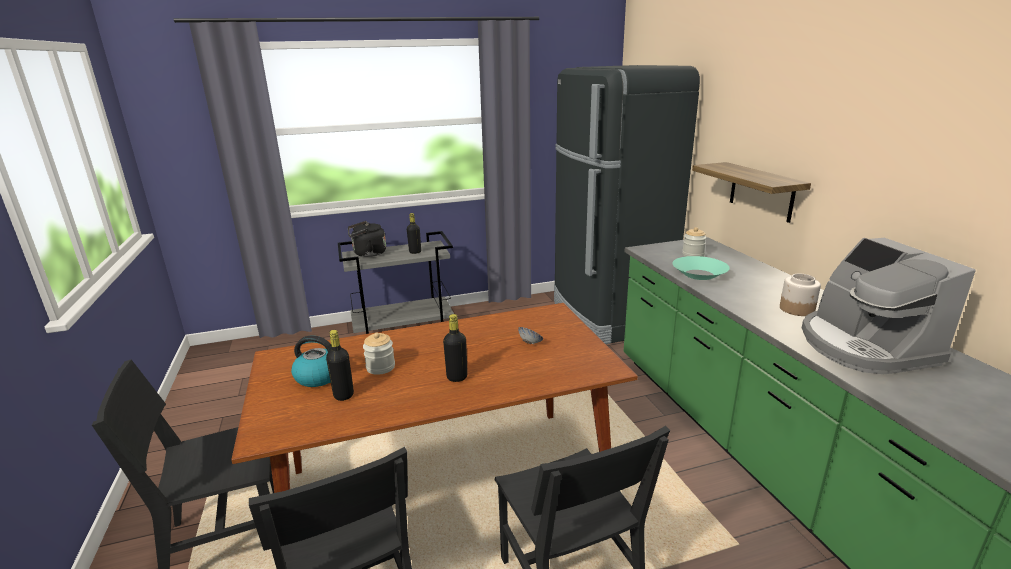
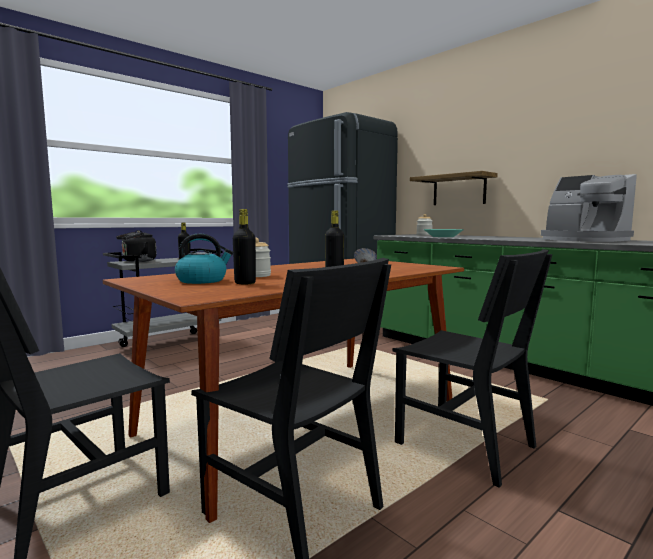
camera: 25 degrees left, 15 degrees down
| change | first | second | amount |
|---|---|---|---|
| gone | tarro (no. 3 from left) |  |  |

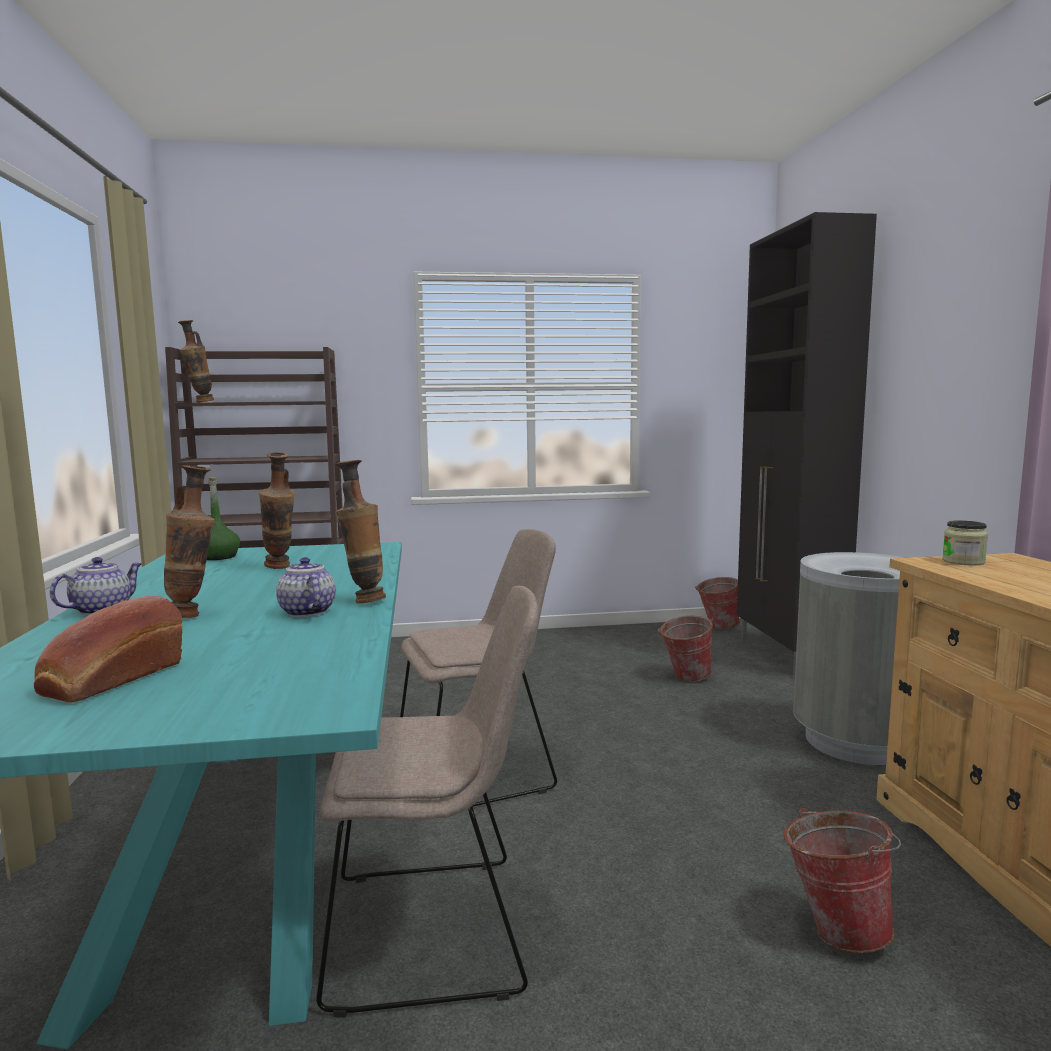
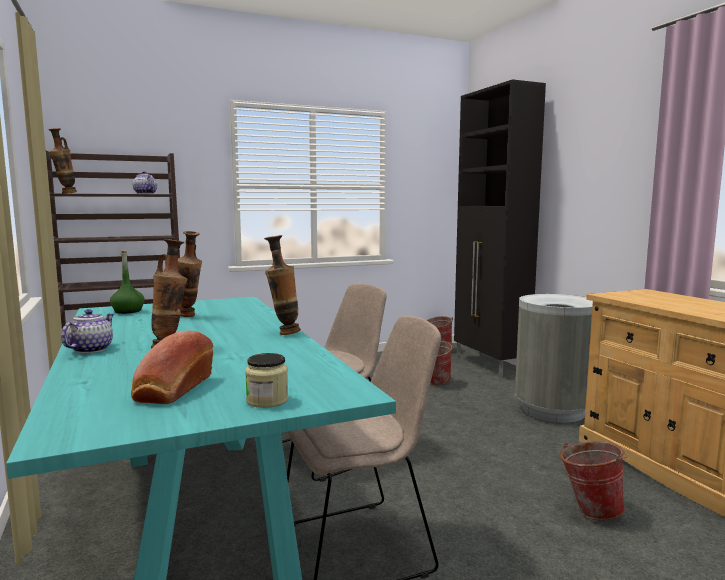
camera: 15 degrees left, 0 degrees up
| change | first | second | amount |
|---|---|---|---|
| shifted | tarro |  |  |
| shifted | tetera (no. 2 from left) |  |  |

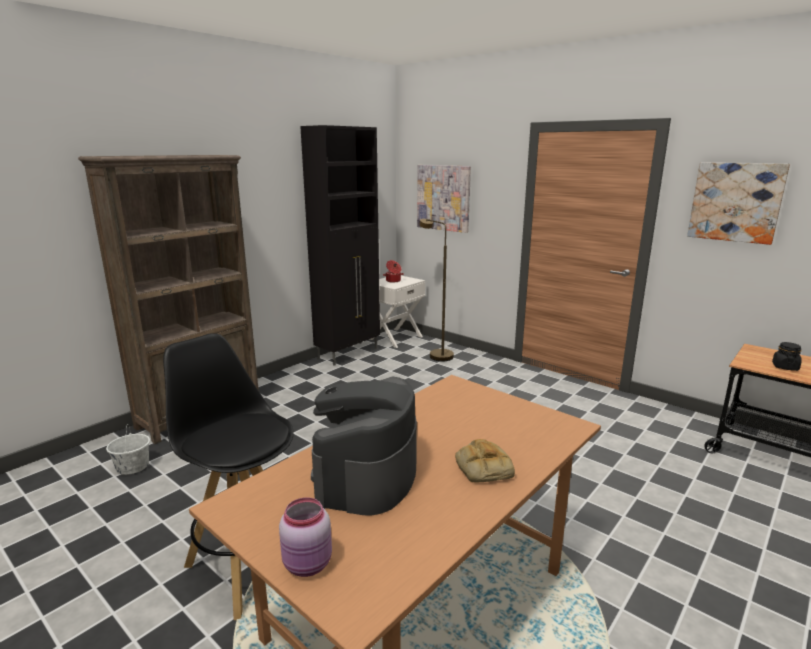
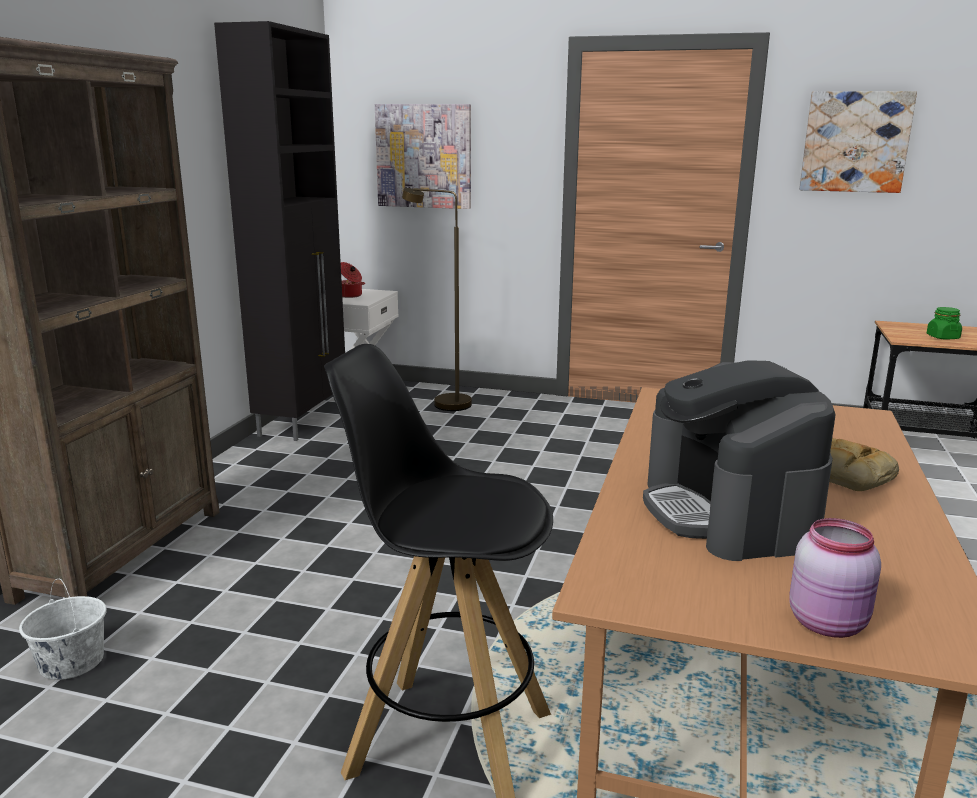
camera: 25 degrees left, 0 degrees up
| change | first | second | amount |
|---|---|---|---|
| repainted | tarro [negro] | tarro [verde] |  |

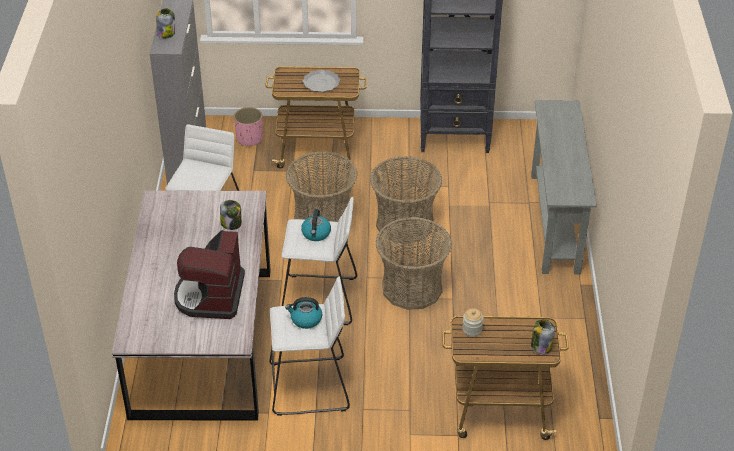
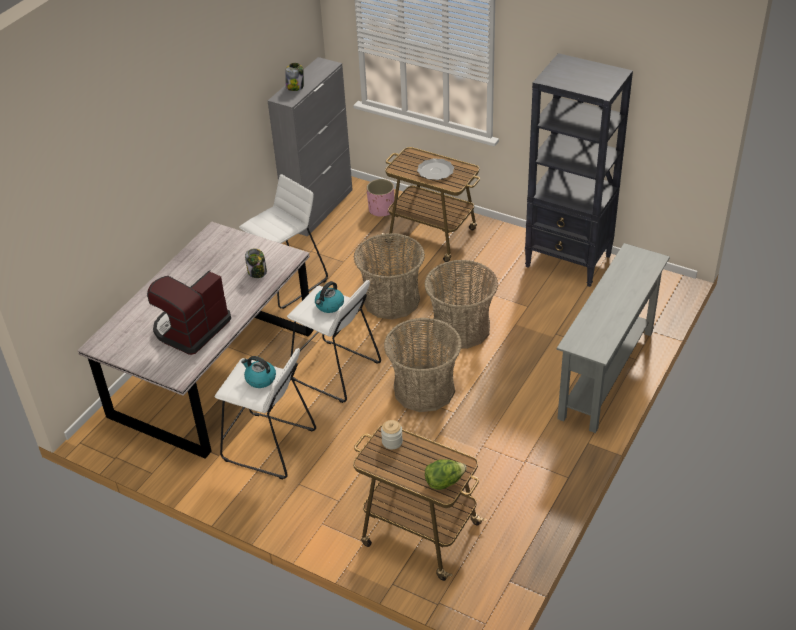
camera: 30 degrees right, 0 degrees up
| change | first | second | amount |
|---|---|---|---|
| swapped | tarro (no. 4 from left) | lechuga |  |

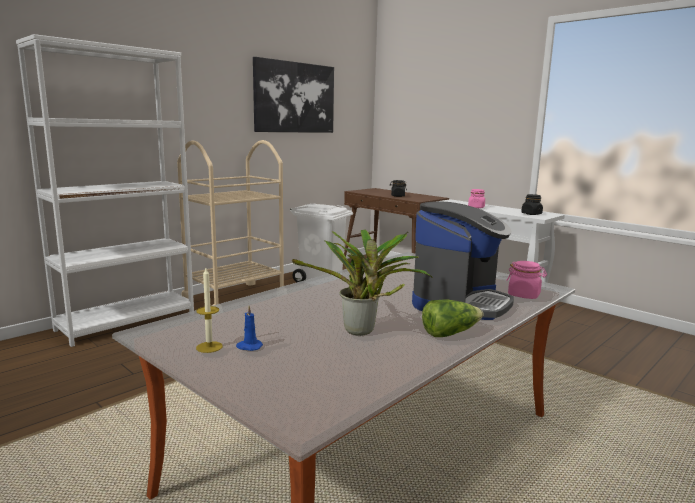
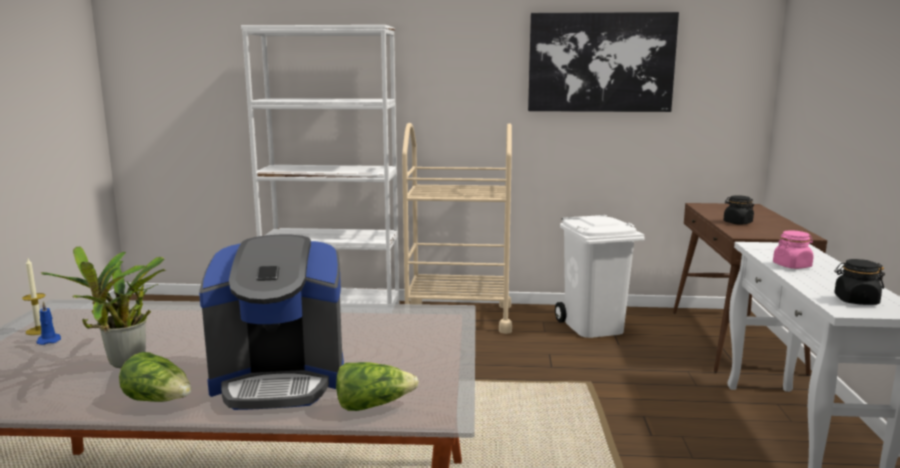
camera: 50 degrees right, 0 degrees up
| change | first | second | amount |
|---|---|---|---|
| swapped | tarro [rosa] (no. 2 from left) | lechuga (no. 2 from left) |  |

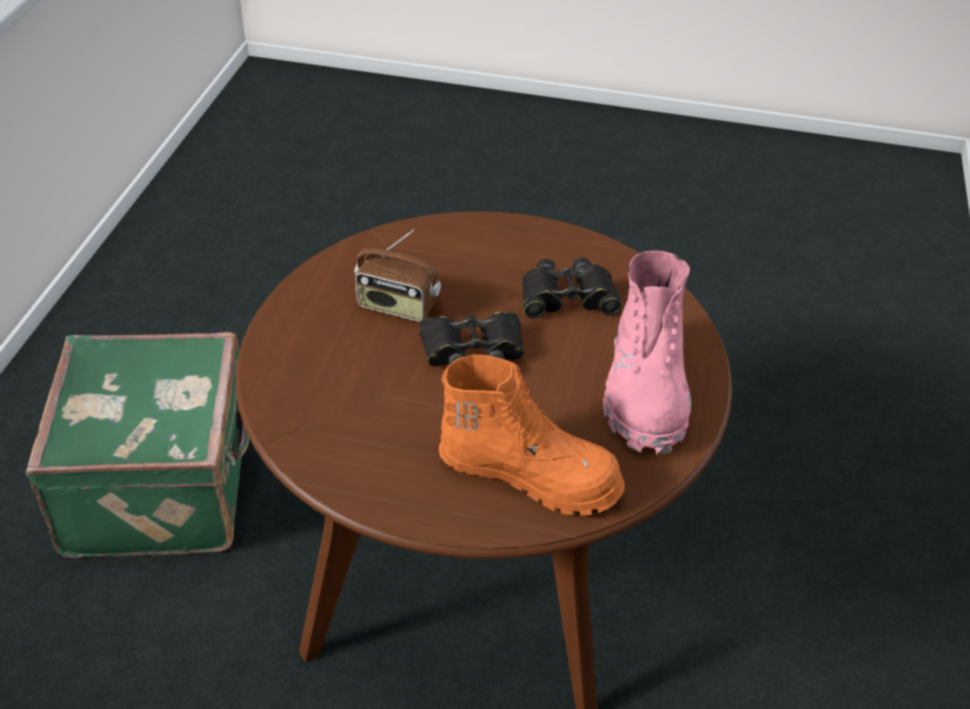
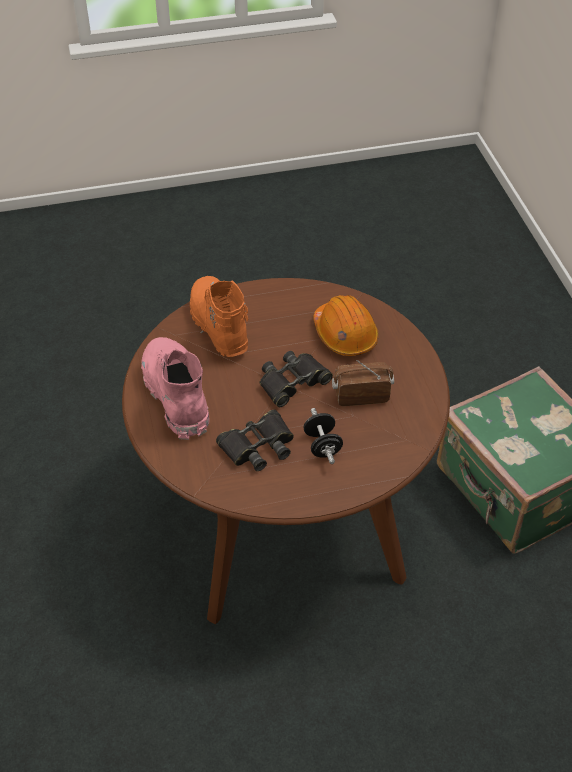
camera: 155 degrees right, 5 degrees up
| change | first | second | amount |
|---|---|---|---|
| rotated | bota [naranja] |  | 75 degrees clockwise |
| new |  | casco [naranja] |  |
| new |  | mancuerna [negro] |  |

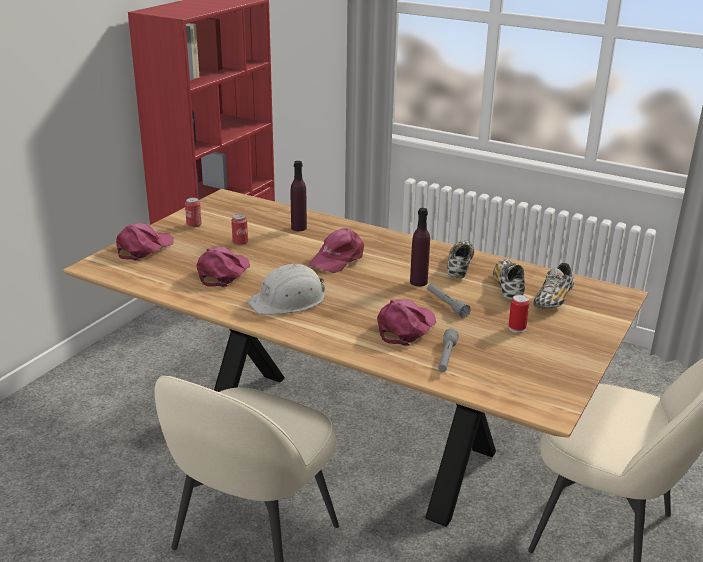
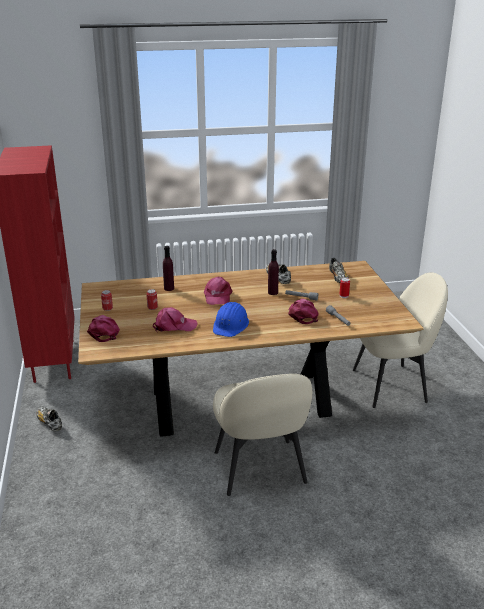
camera: 40 degrees left, 0 degrees up
| change | first | second | amount |
|---|---|---|---|
| rotated | gorra [rosa] (no. 2 from left) |  | 105 degrees clockwise |
| shifted | zapato (no. 2 from left in the first image) | zapato (no. 1 from left) |  |
| repainted | casco [blanco] | casco [azul] |  |

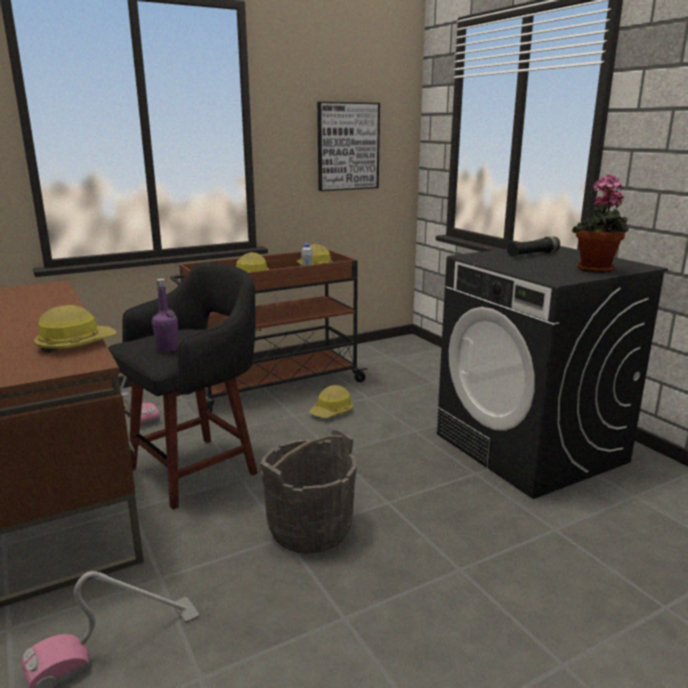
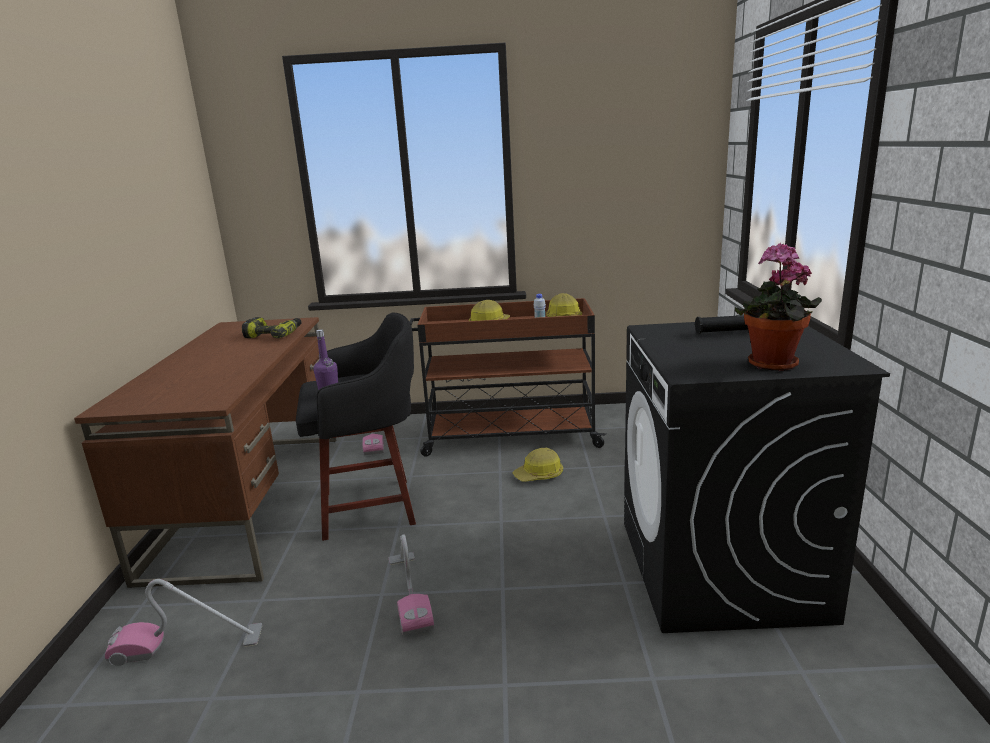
camera: 30 degrees right, 0 degrees up
| change | first | second | amount |
|---|---|---|---|
| gone | cuadro |  |  |
| gone | casco (no. 1 from left) |  |  |
| swapped | cubo [gris] | aspiradora (no. 3 from left) |  |
| new |  | taladro |  |

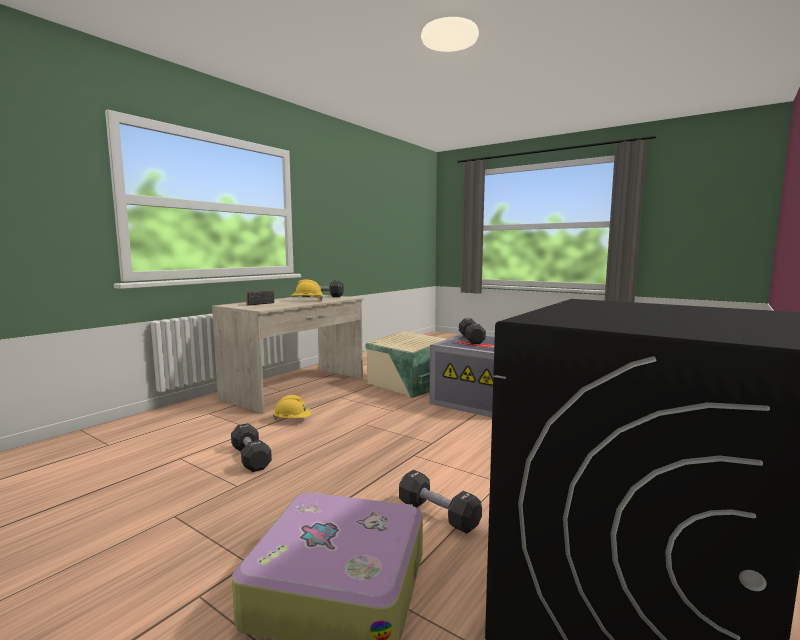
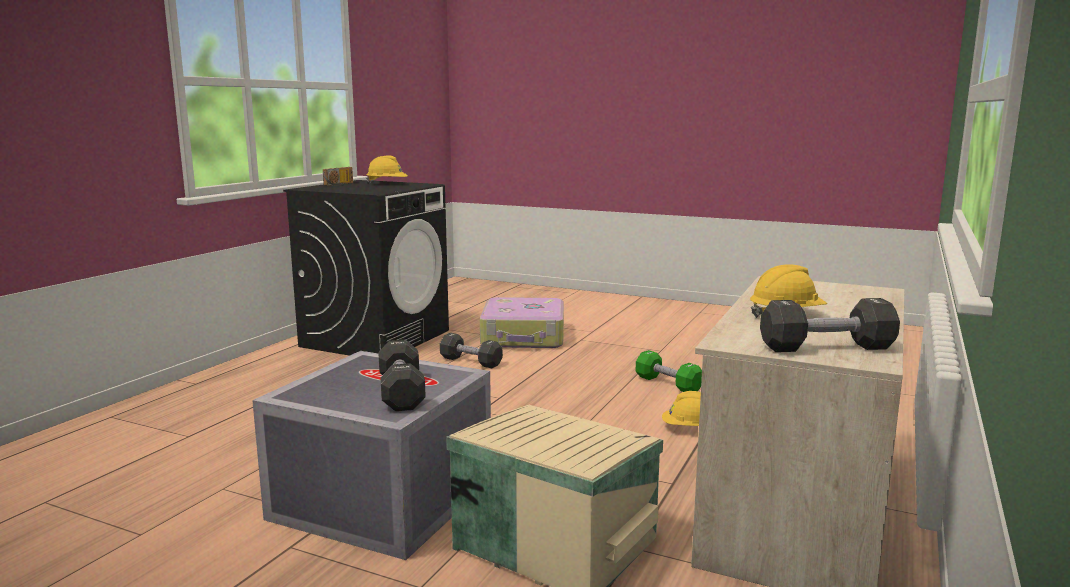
camera: 170 degrees right, 5 degrees up
| change | first | second | amount |
|---|---|---|---|
| shifted | radio |  |  |
| repainted | mancuerna [negro] (no. 1 from left) | mancuerna [verde] |  |
| new |  | casco [amarillo] (no. 1 from left) |  |

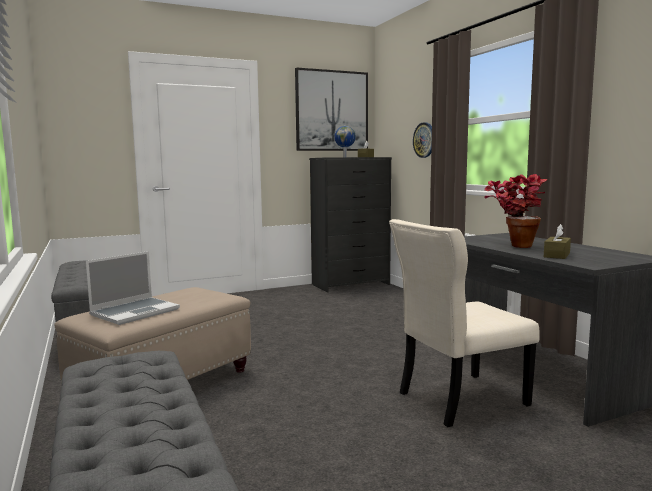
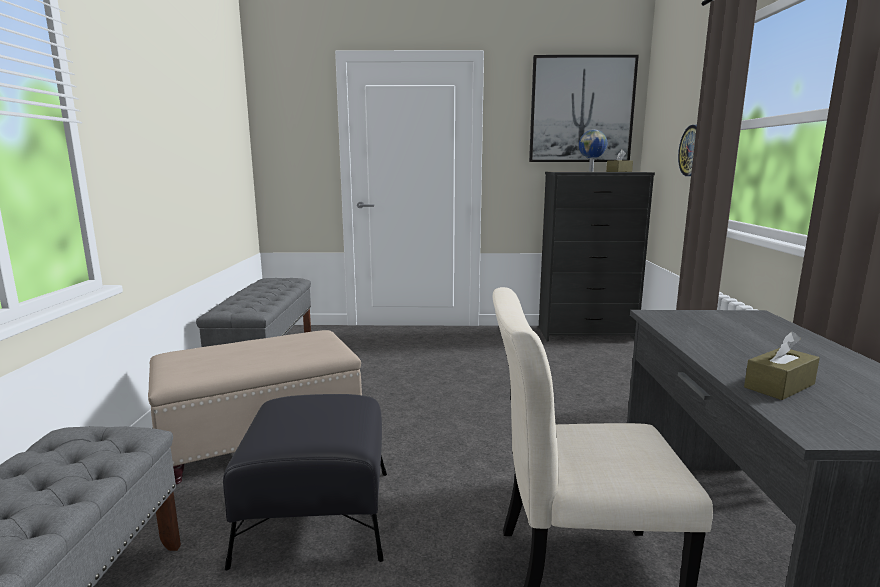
camera: 25 degrees right, 5 degrees up
| change | first | second | amount |
|---|---|---|---|
| gone | planta en maceta |  |  |
| gone | portátil |  |  |
| new |  | puf [negro] |  |

